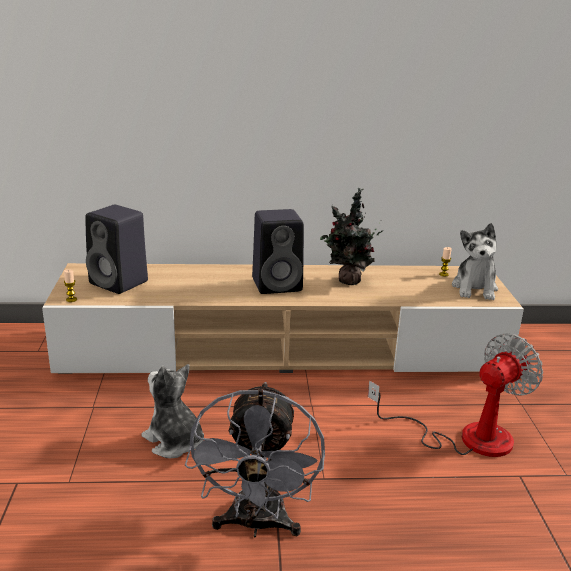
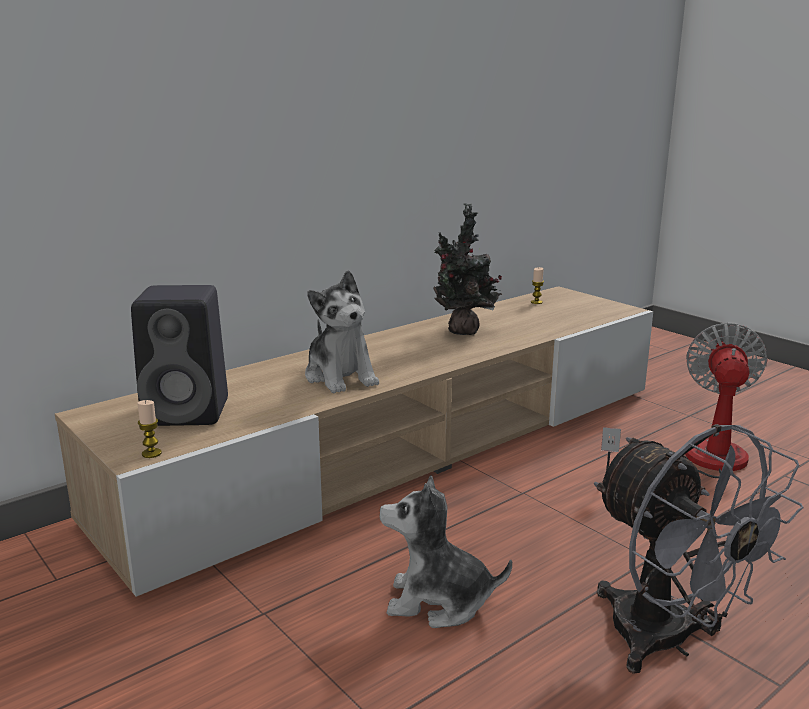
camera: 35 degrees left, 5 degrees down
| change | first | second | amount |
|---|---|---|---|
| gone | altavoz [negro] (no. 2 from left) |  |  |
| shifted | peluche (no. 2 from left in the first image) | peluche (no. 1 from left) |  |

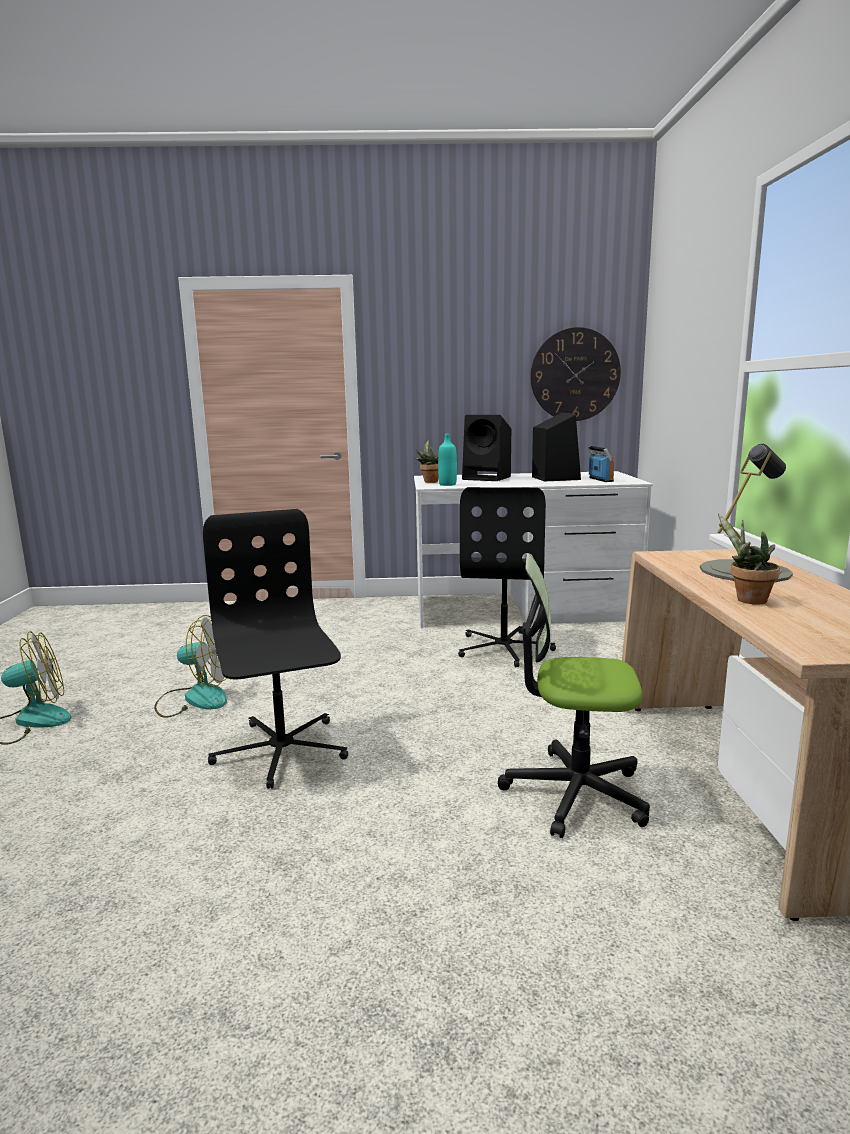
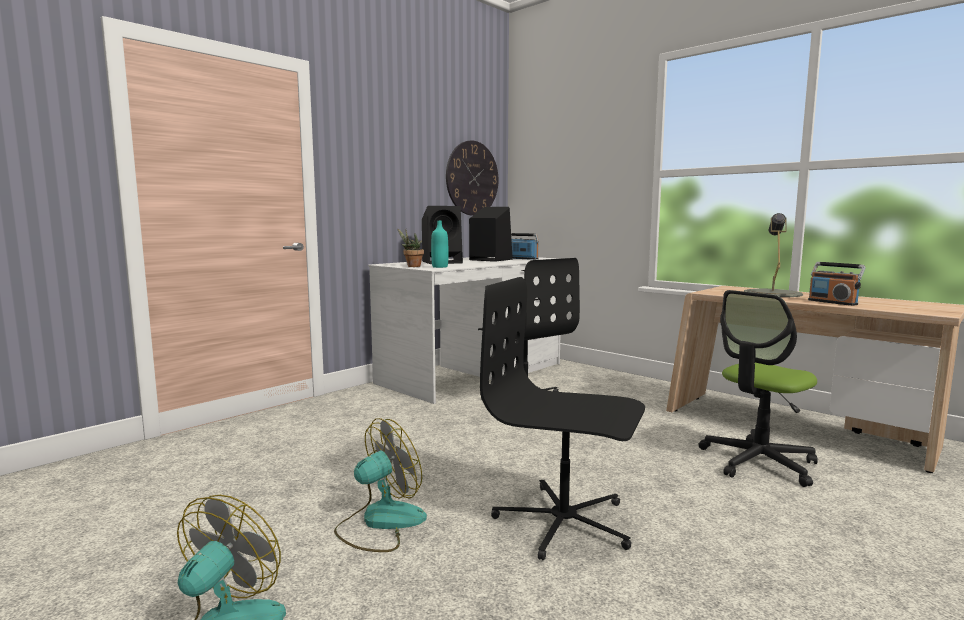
camera: 45 degrees left, 5 degrees down
| change | first | second | amount |
|---|---|---|---|
| swapped | planta en maceta (no. 2 from left) | radio (no. 2 from left) |  |

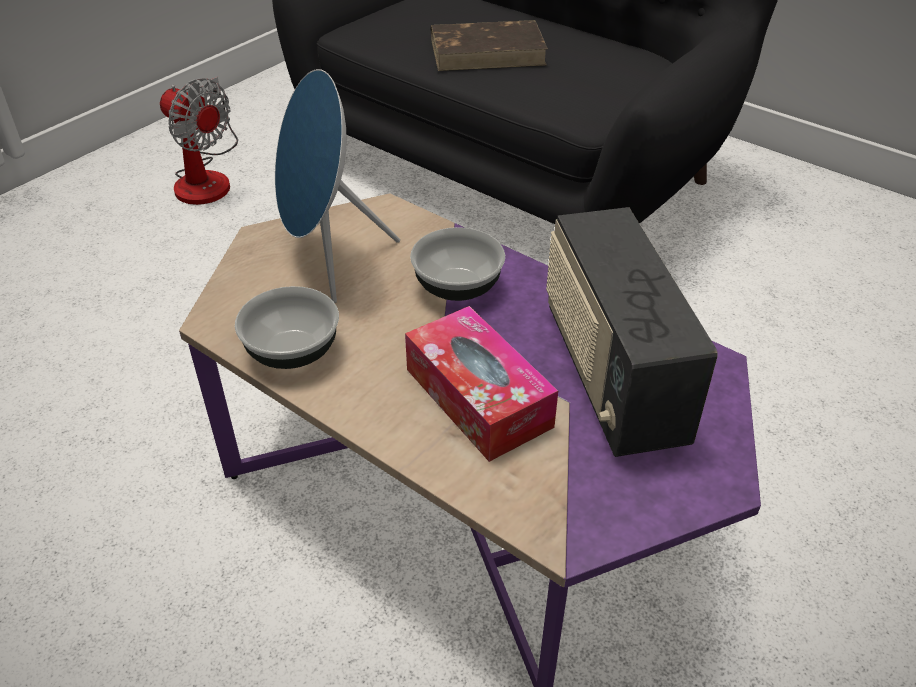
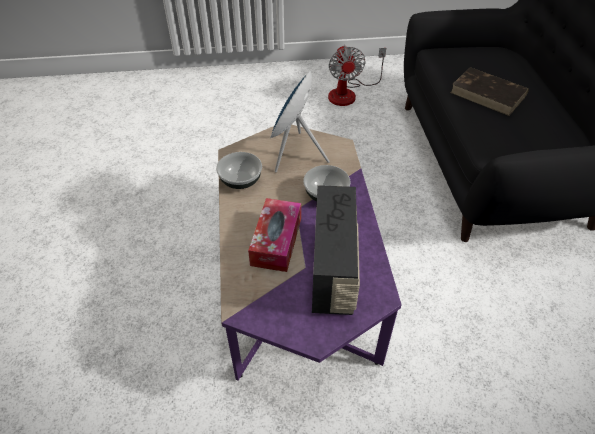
camera: 45 degrees right, 5 degrees up
| change | first | second | amount |
|---|---|---|---|
| rotated | radio |  | 150 degrees clockwise |

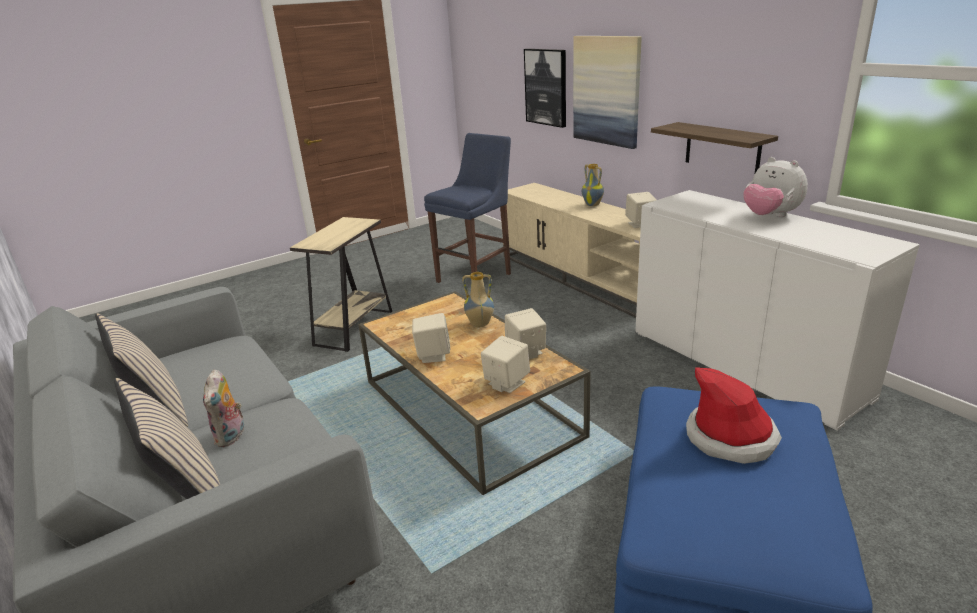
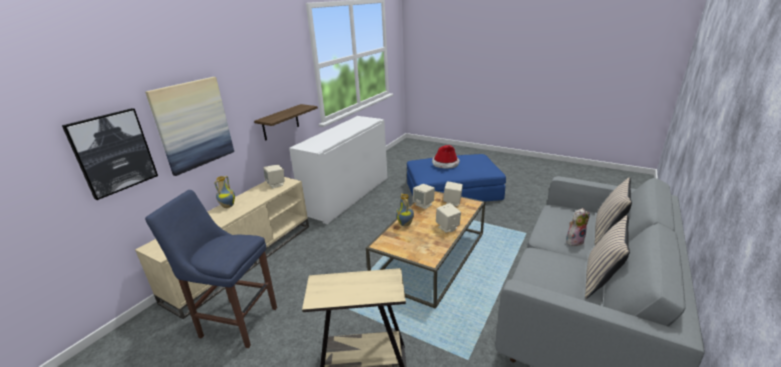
camera: 115 degrees left, 0 degrees up
| change | first | second | amount |
|---|---|---|---|
| gone | peluche (no. 2 from left) |  |  |

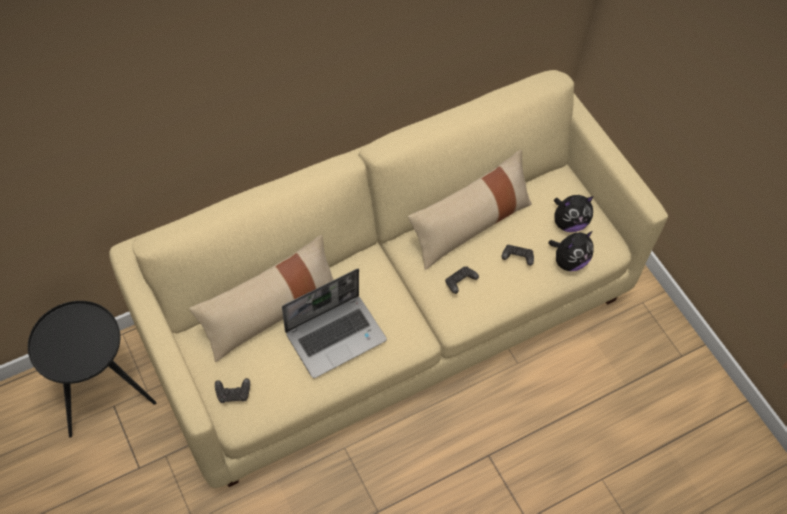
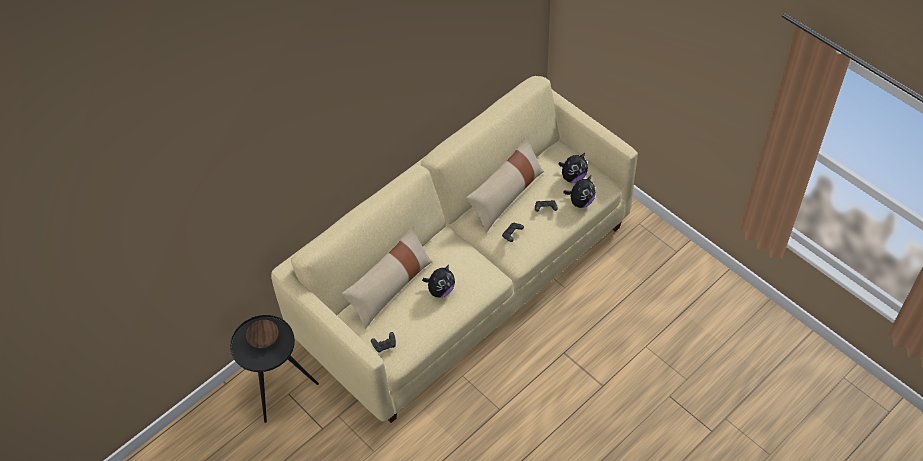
camera: 10 degrees left, 5 degrees down
| change | first | second | amount |
|---|---|---|---|
| swapped | portátil | peluche (no. 1 from left) |  |
| new |  | cuenco [marrón] |  |

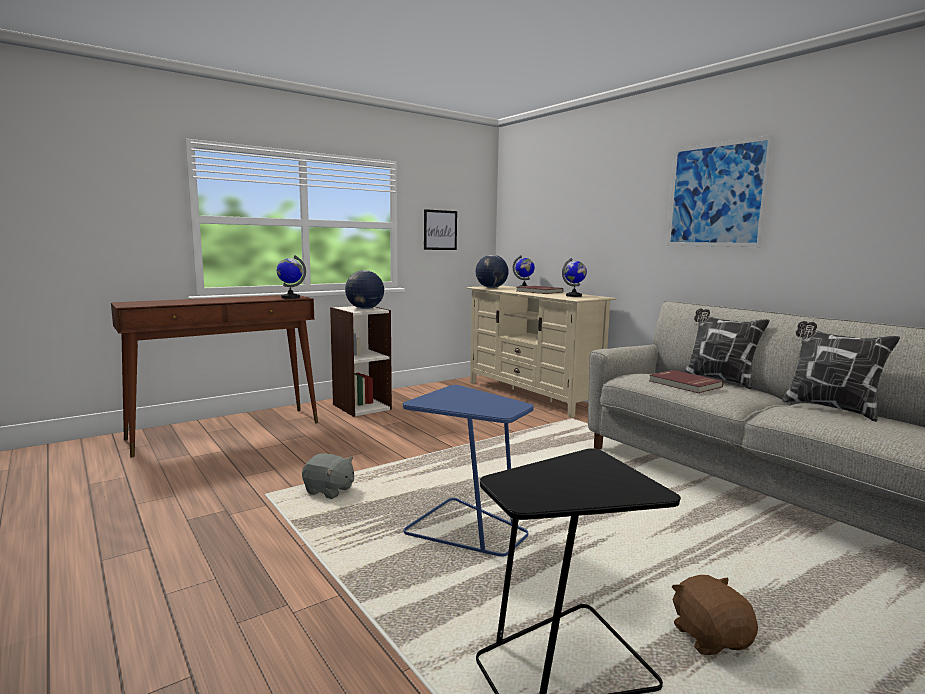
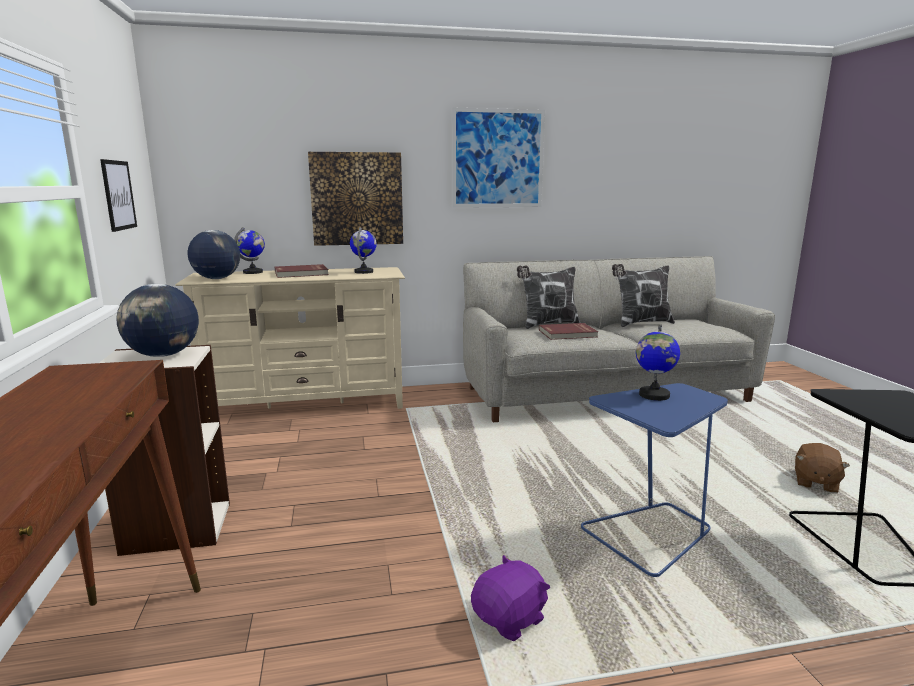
camera: 65 degrees left, 5 degrees up
| change | first | second | amount |
|---|---|---|---|
| shifted | globo terráqueo (no. 1 from left in the first image) | globo terráqueo (no. 5 from left) |  |
| repainted | peluche [gris] | peluche [morado] |  |
| rotated | peluche [marrón] |  | 75 degrees counterclockwise |
| new |  | cuadro (no. 2 from left) |  |

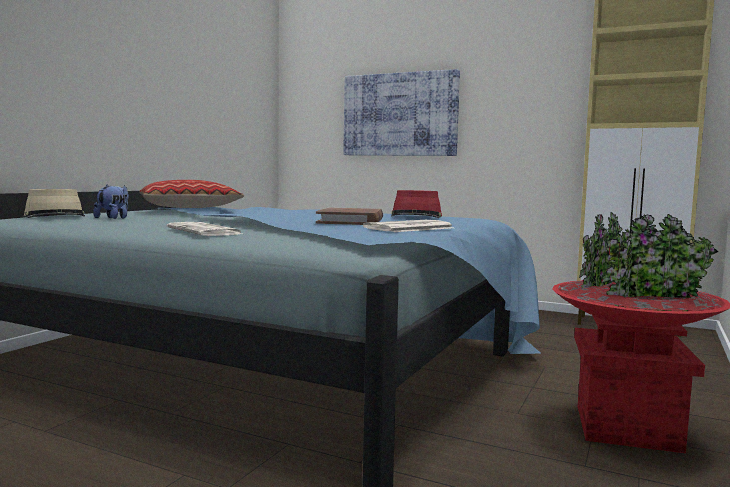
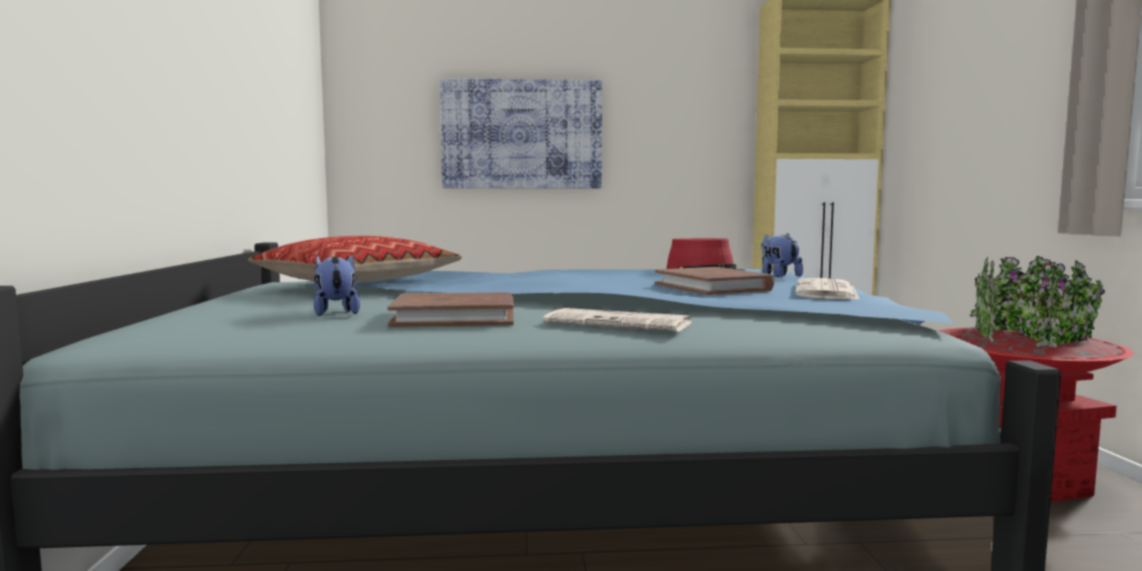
camera: 30 degrees left, 0 degrees up
| change | first | second | amount |
|---|---|---|---|
| gone | sombrero [beis] |  |  |
| new |  | peluche (no. 2 from left) |  |
| new |  | libro [marrón] (no. 1 from left) |  |

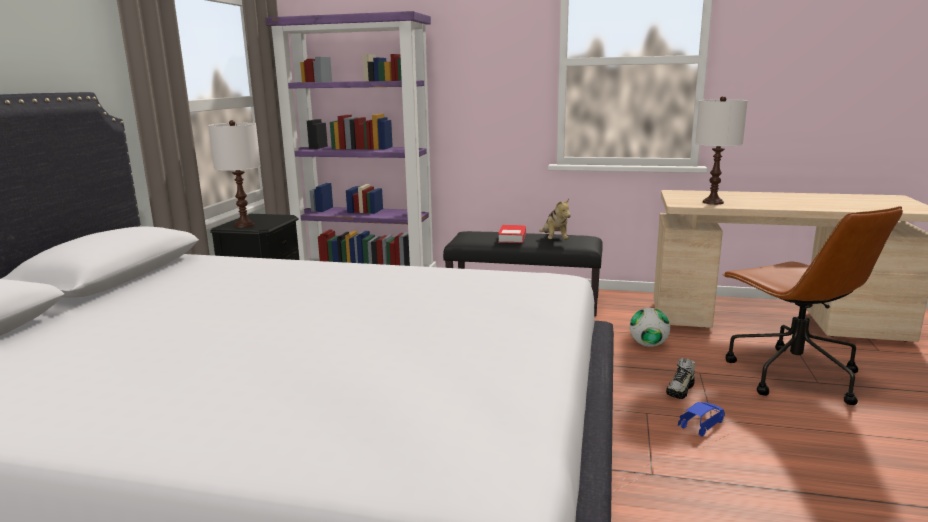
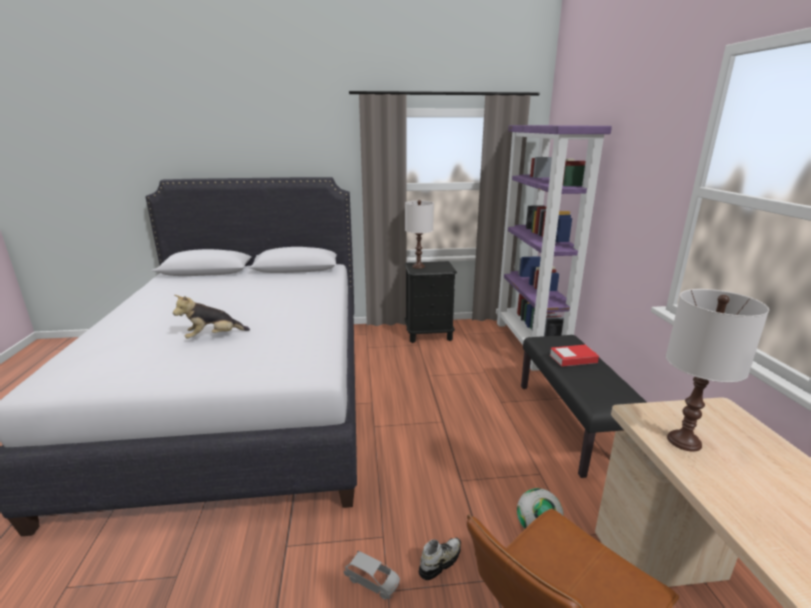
camera: 70 degrees right, 5 degrees up
| change | first | second | amount |
|---|---|---|---|
| shifted | peluche |  |  |
| rotated | zapato |  | 120 degrees clockwise |
| repainted | coche de juguete [azul] | coche de juguete [gris] |  |

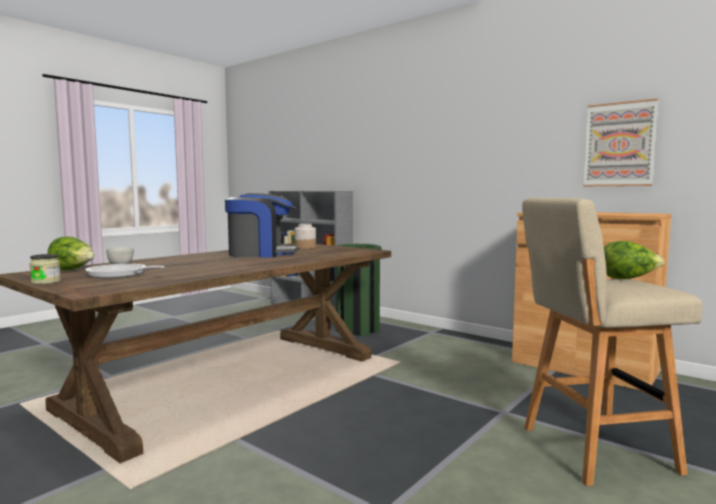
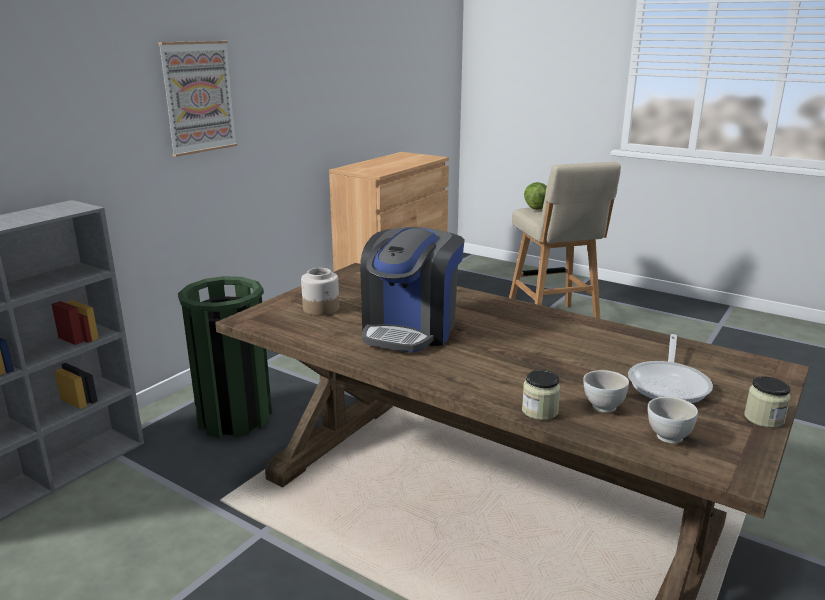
camera: 95 degrees left, 15 degrees up
| change | first | second | amount |
|---|---|---|---|
| shifted | cuadro |  |  |
| rotated | cafetera |  | 150 degrees counterclockwise |
| swapped | lechuga (no. 1 from left) | cuenco [blanco] (no. 2 from left) |  |
| new |  | tarro (no. 2 from left) |  |

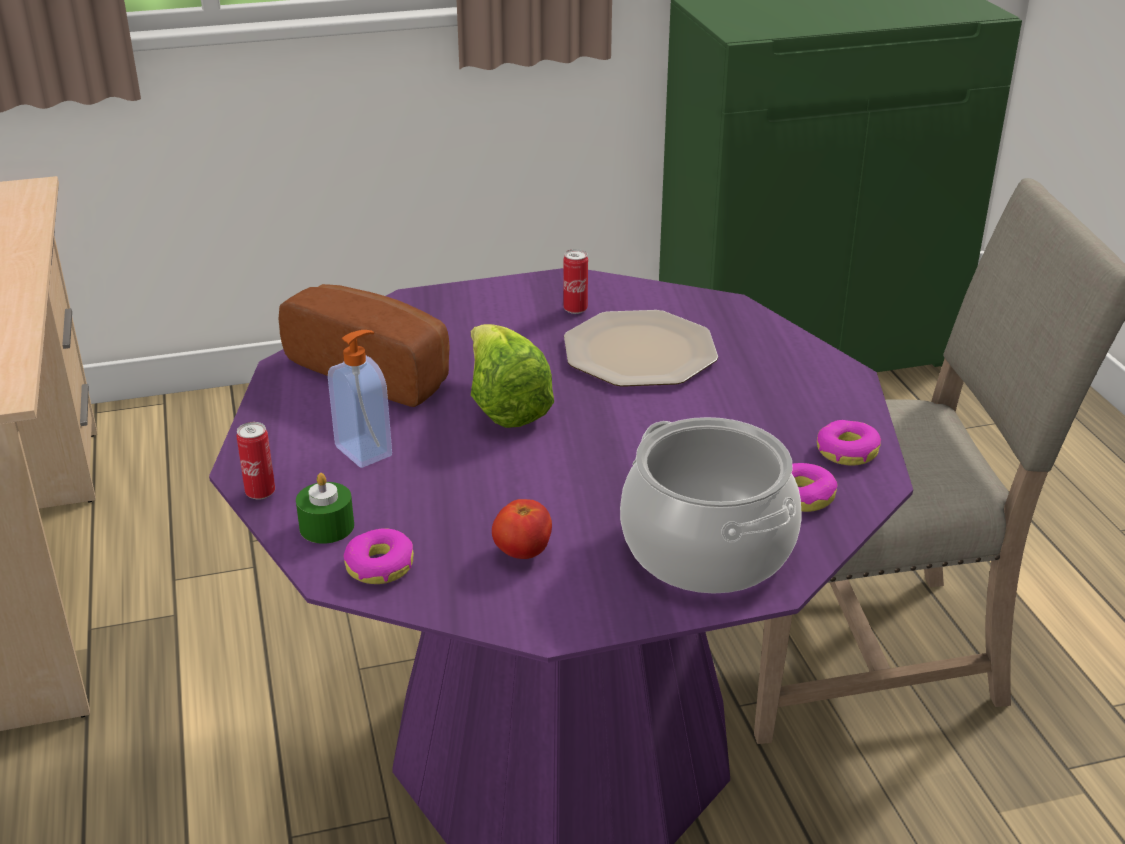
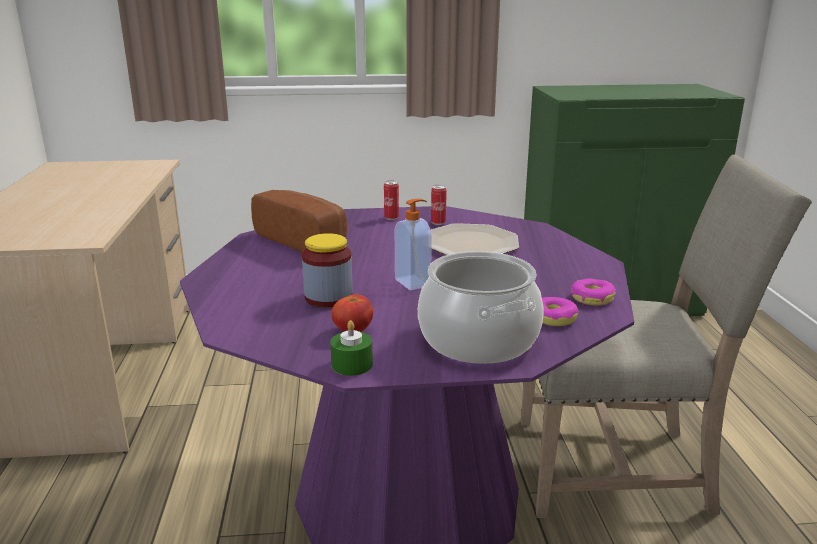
camera: 10 degrees right, 10 degrees down
| change | first | second | amount |
|---|---|---|---|
| gone | lechuga |  |  |
| shifted | dispensador de jabón |  |  |
| shifted | lata (no. 1 from left) |  |  |
| shifted | vela [verde] |  |  |
| gone | rosquilla (no. 1 from left) |  |  |
| new |  | tarro |  |

